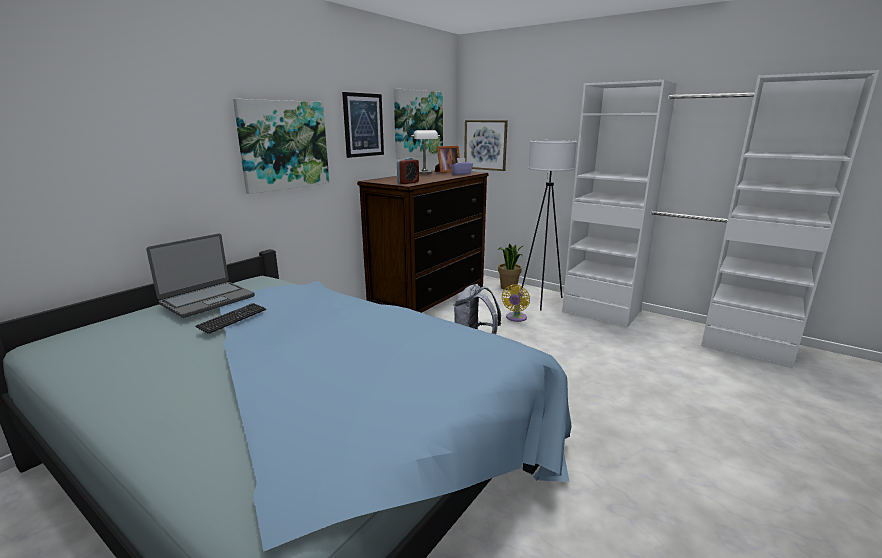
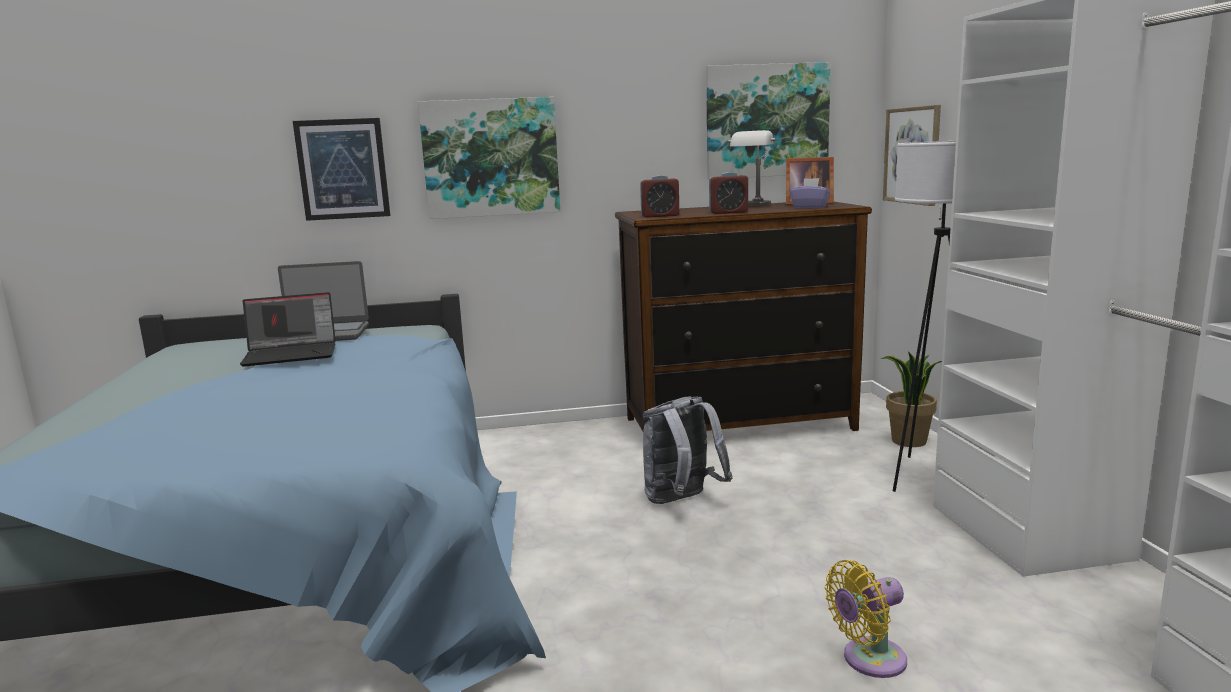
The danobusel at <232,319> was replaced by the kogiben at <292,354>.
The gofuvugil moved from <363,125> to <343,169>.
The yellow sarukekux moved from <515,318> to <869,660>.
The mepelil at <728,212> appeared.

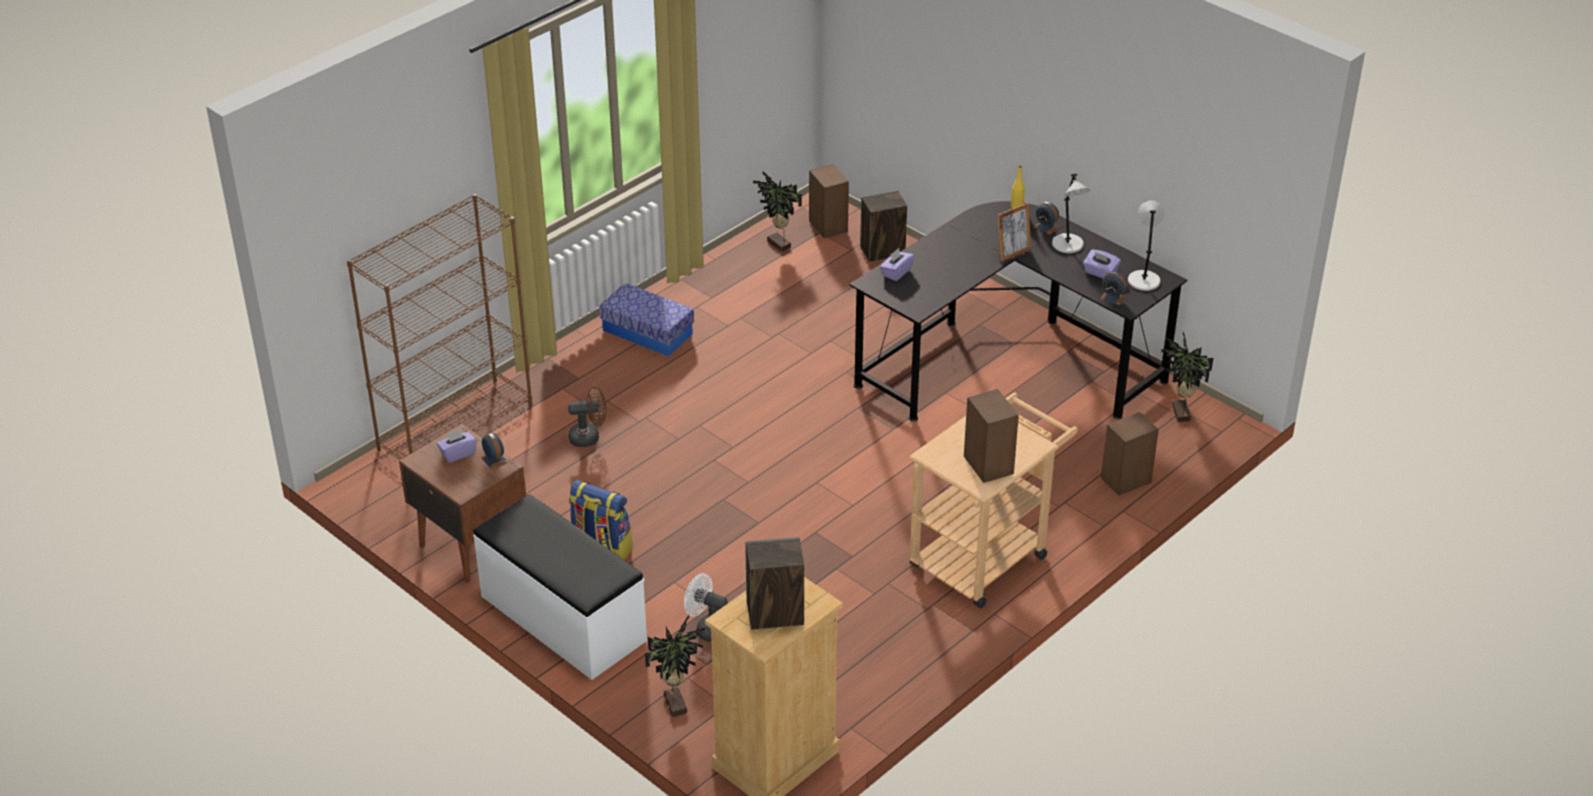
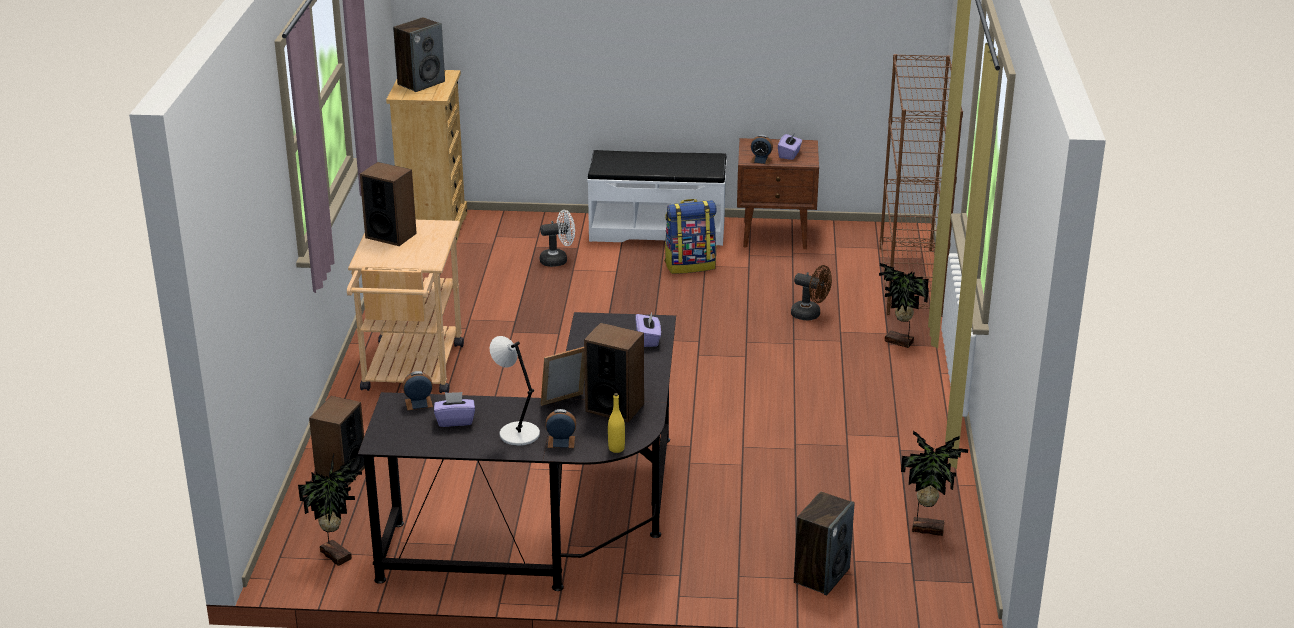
The brown sarukekux at <589,437> turned 105 degrees counterclockwise.
The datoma at <647,332> disappeared.
The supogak moved from <677,703> to <898,343>.
The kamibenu moved from <828,226> to <614,407>.
The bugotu at <1012,253> turned 45 degrees clockwise.
The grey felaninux at <1143,280> disappeared.

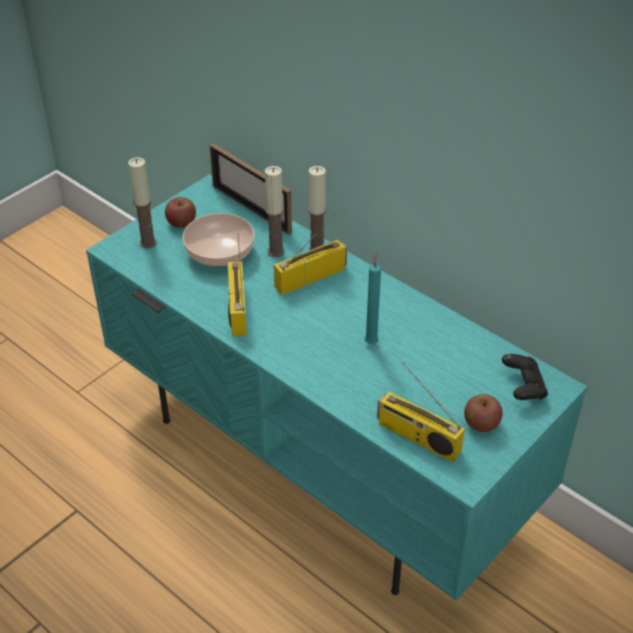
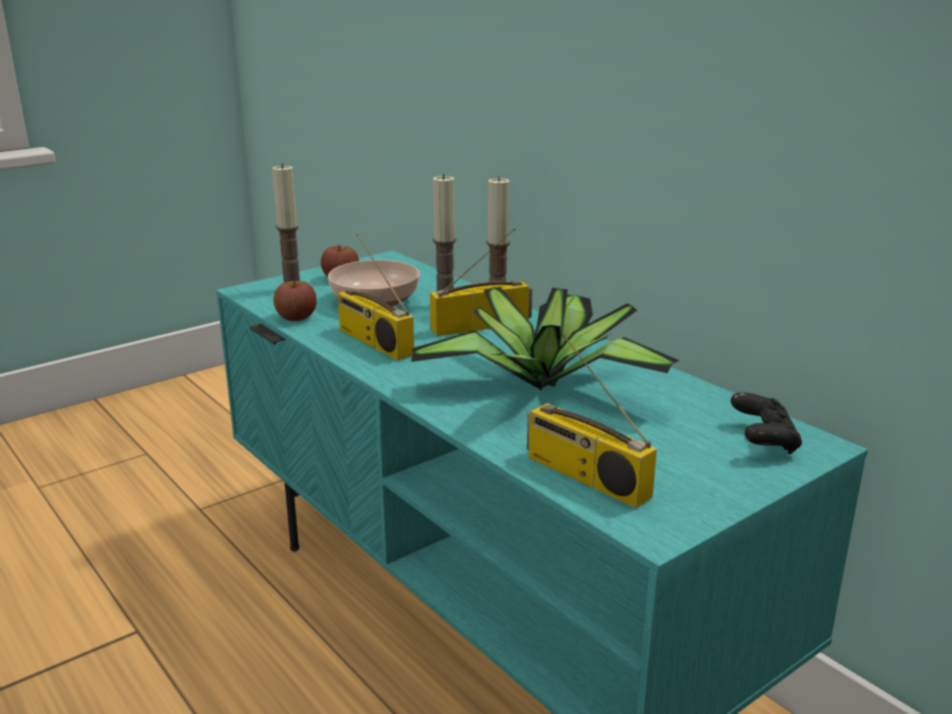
The bugotu at <251,209> disappeared.
The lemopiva at <236,308> turned 45 degrees counterclockwise.
The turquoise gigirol at <371,341> was replaced by the supogak at <544,382>.
The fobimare moved from <481,423> to <296,317>.

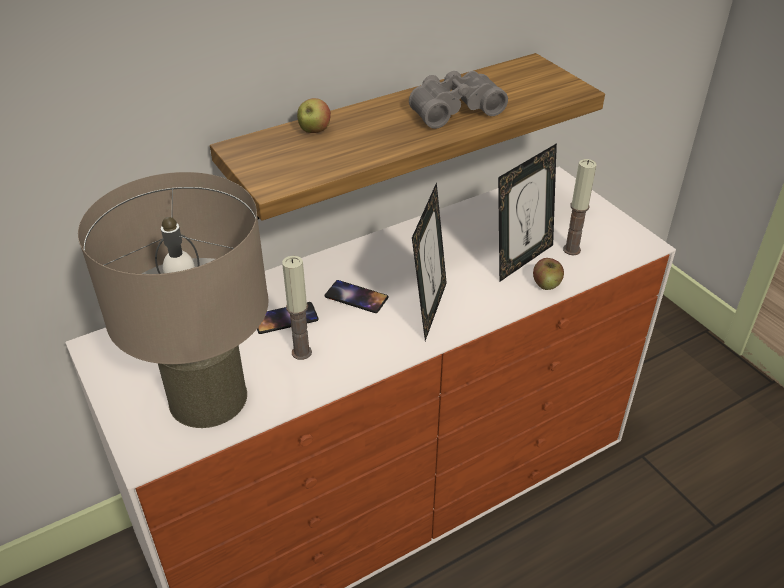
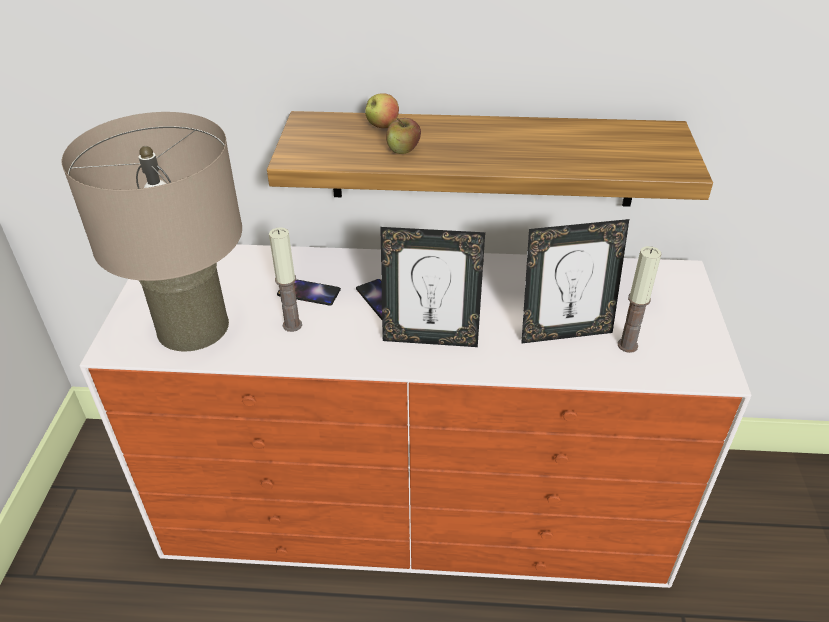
The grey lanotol at <453,109> disappeared.
The bugotu at <428,309> turned 45 degrees clockwise.
The fobimare moved from <546,284> to <403,149>.

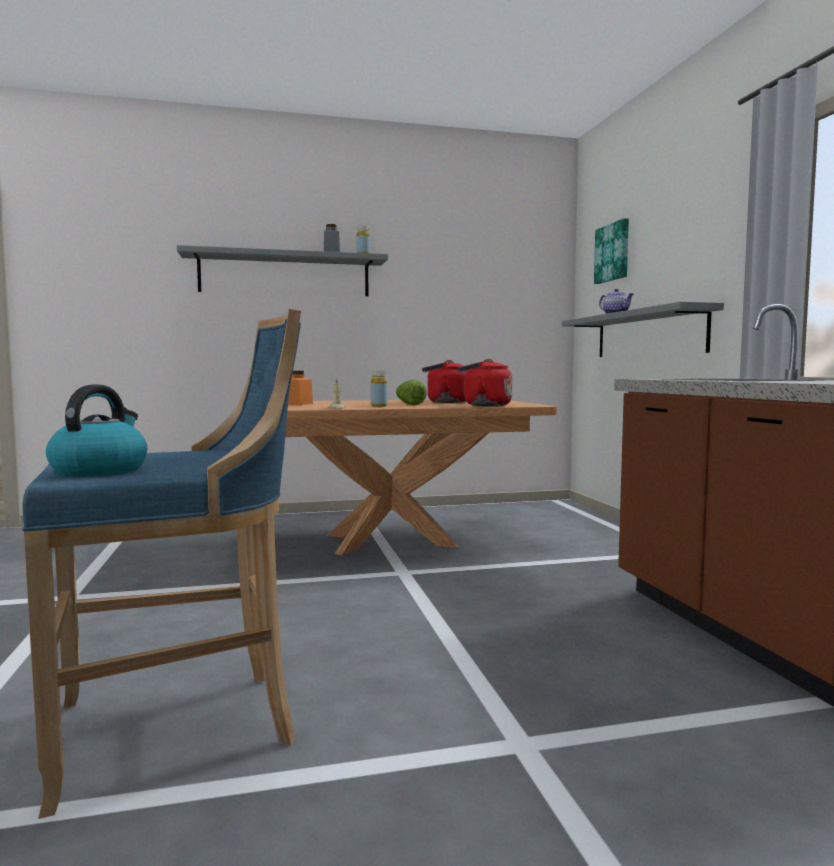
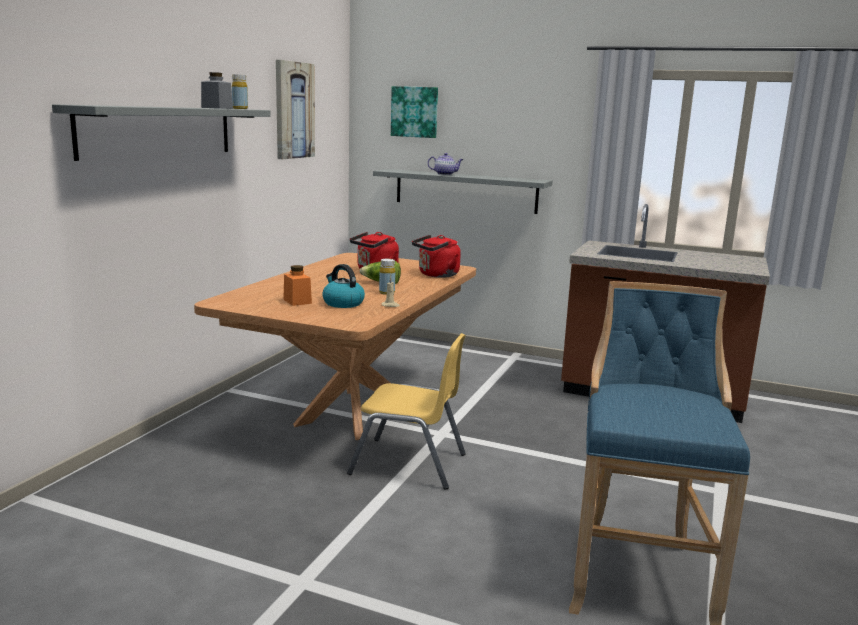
The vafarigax moved from <100,471> to <342,303>.
The gofuvugil at <293,110> appeared.
The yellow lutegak at <409,464> appeared.

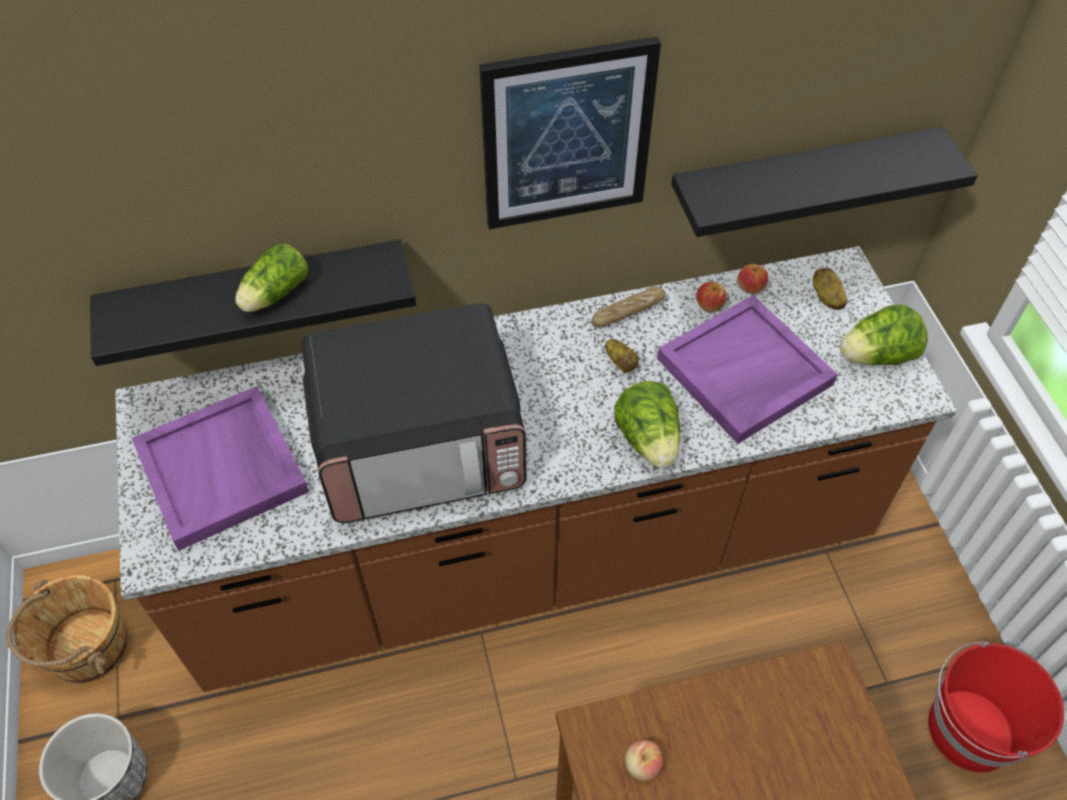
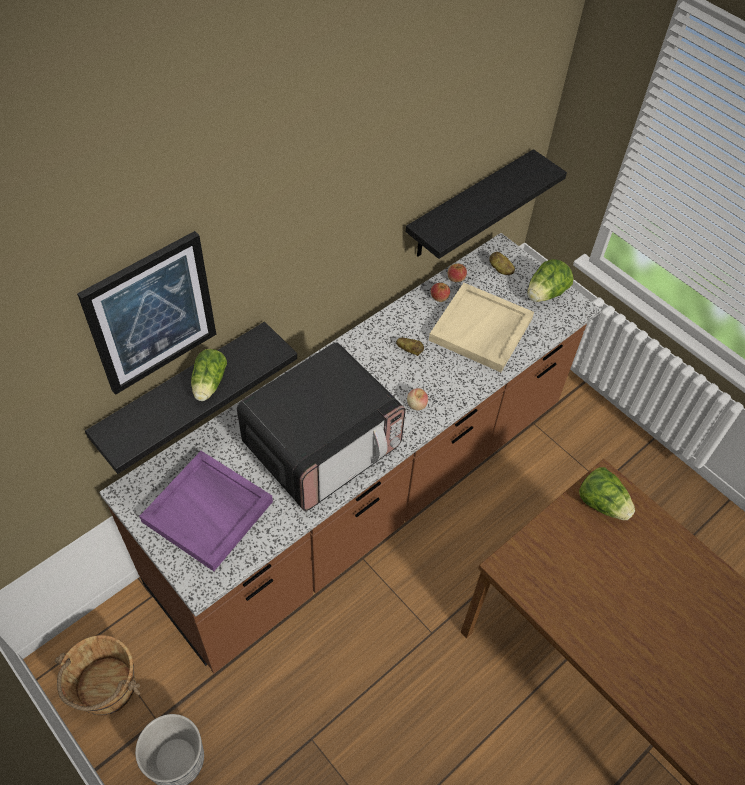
The gofuvugil moved from <566,135> to <151,313>.
The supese at <628,311> disappeared.
The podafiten moved from <648,440> to <602,504>.
The fobimare moved from <642,765> to <416,405>.
The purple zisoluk at <744,373> became the beige zisoluk at <481,330>.
The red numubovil at <968,730> disappeared.

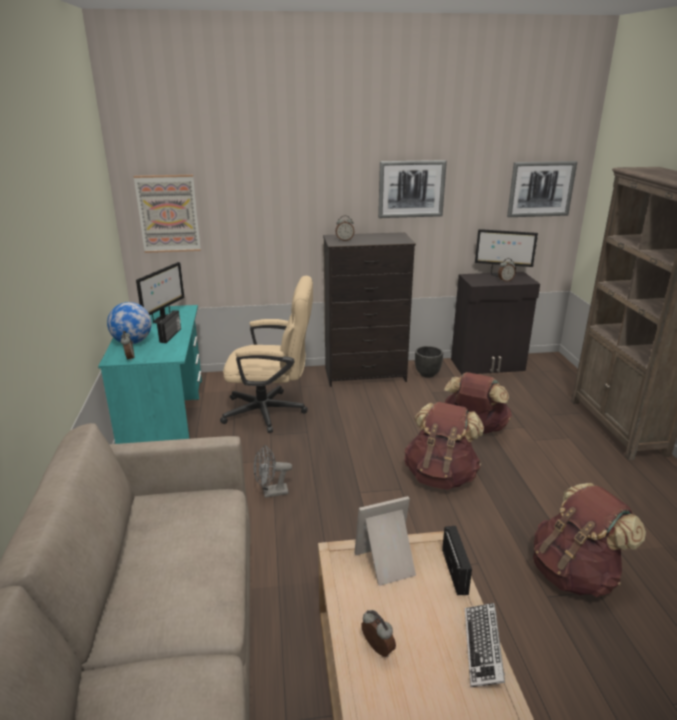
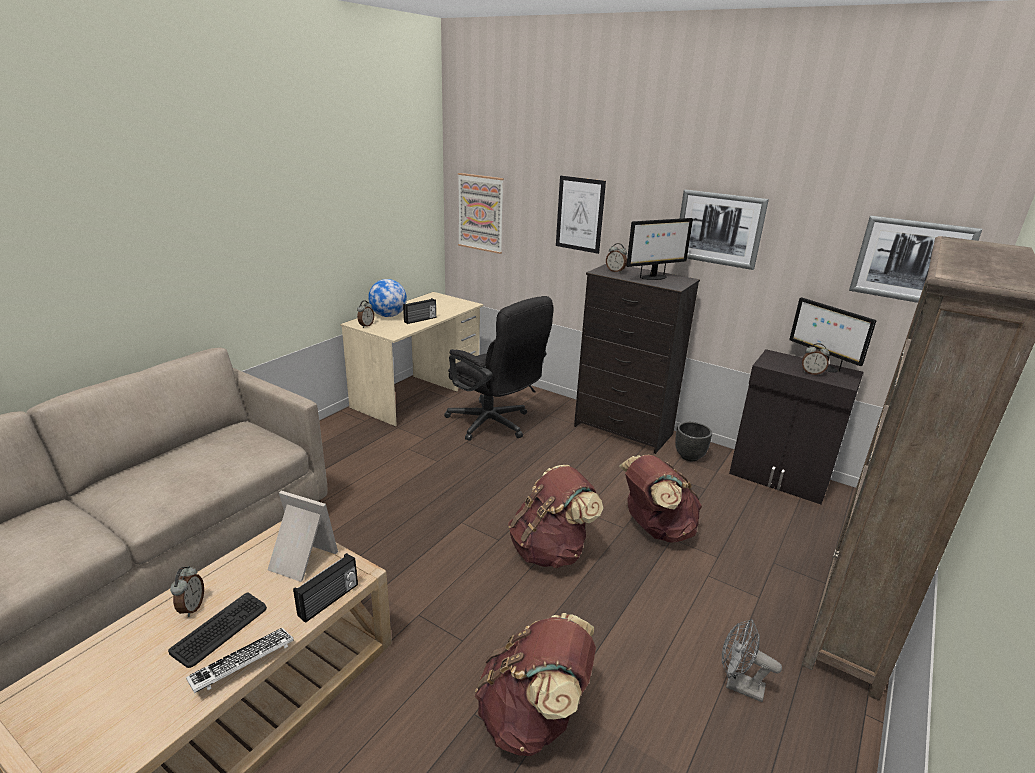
The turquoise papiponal at <164,415> became the beige papiponal at <418,393>.
The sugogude moved from <164,319> to <653,277>.
The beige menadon at <272,412> became the black menadon at <494,425>.
The grey sarukekux moved from <271,493> to <738,685>.
The danobusel at <220,630> appeared.
The gofuvugil at <580,214> appeared.

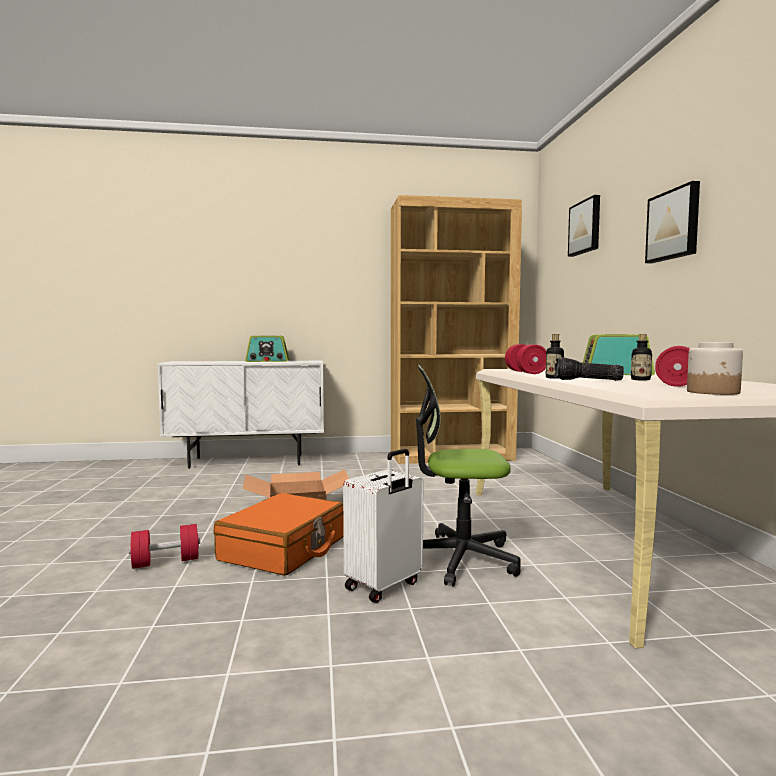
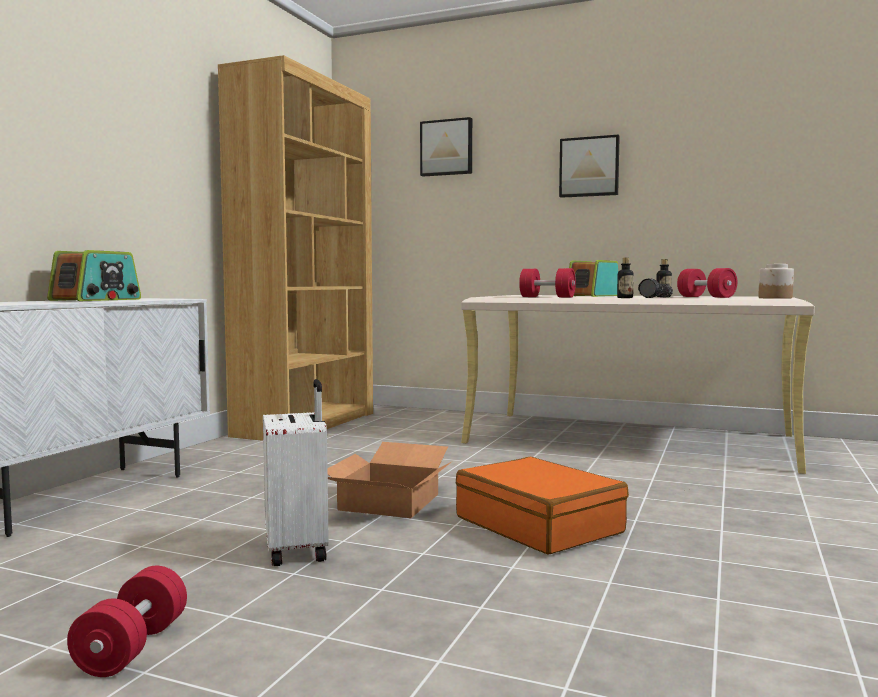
The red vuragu moved from <165,562> to <132,647>.
The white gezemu moved from <384,586> to <298,550>.
The menadon at <459,558> disappeared.

